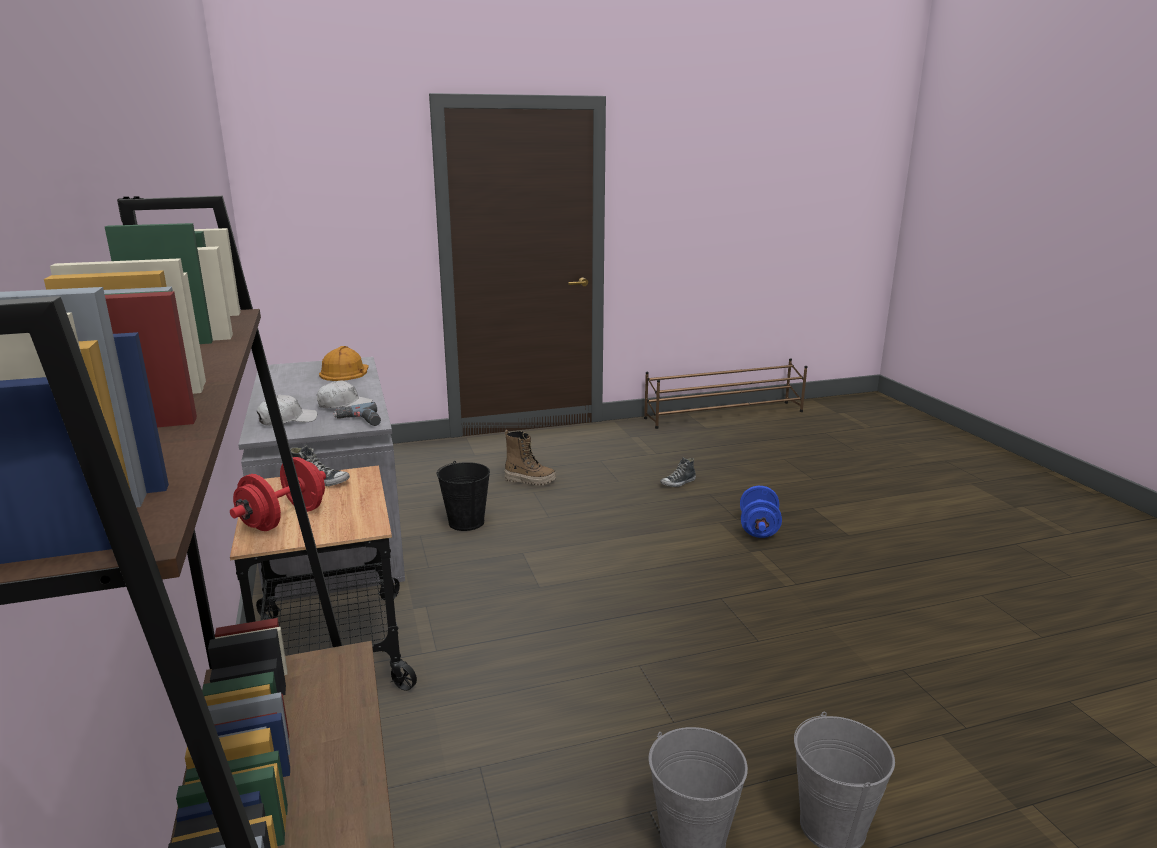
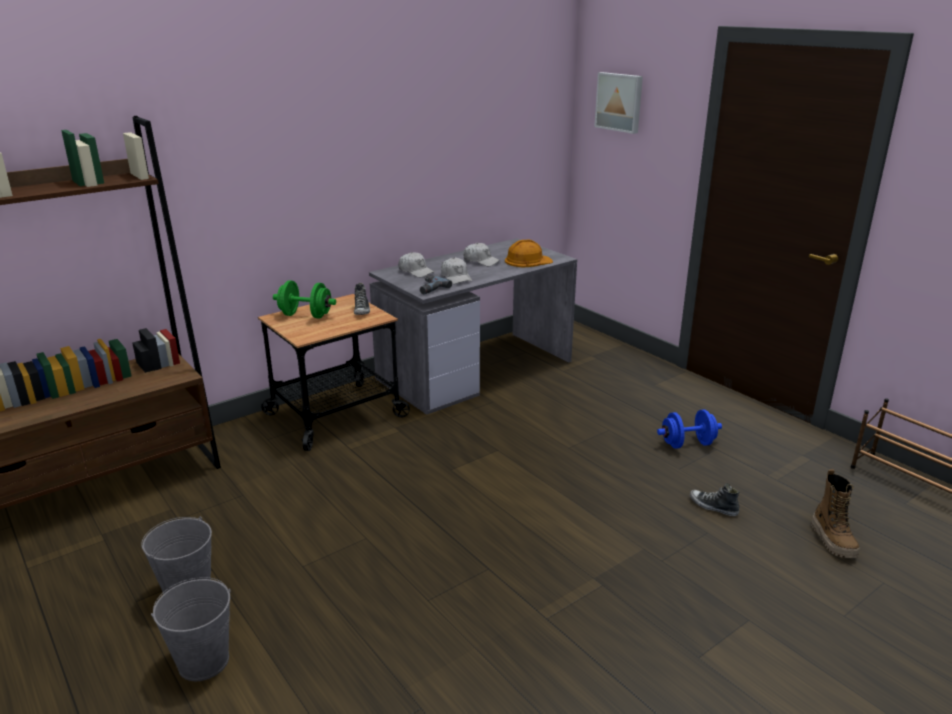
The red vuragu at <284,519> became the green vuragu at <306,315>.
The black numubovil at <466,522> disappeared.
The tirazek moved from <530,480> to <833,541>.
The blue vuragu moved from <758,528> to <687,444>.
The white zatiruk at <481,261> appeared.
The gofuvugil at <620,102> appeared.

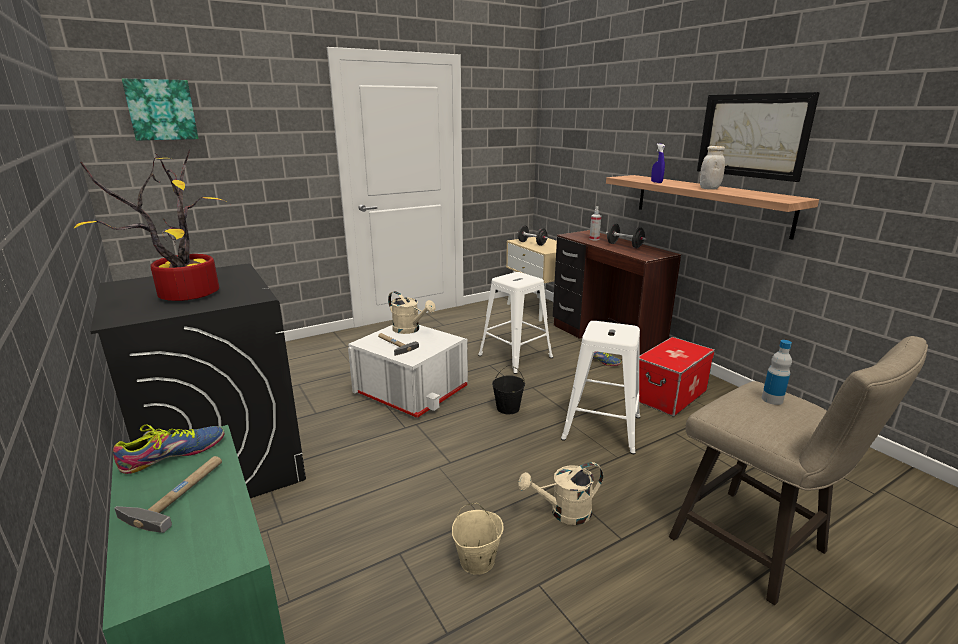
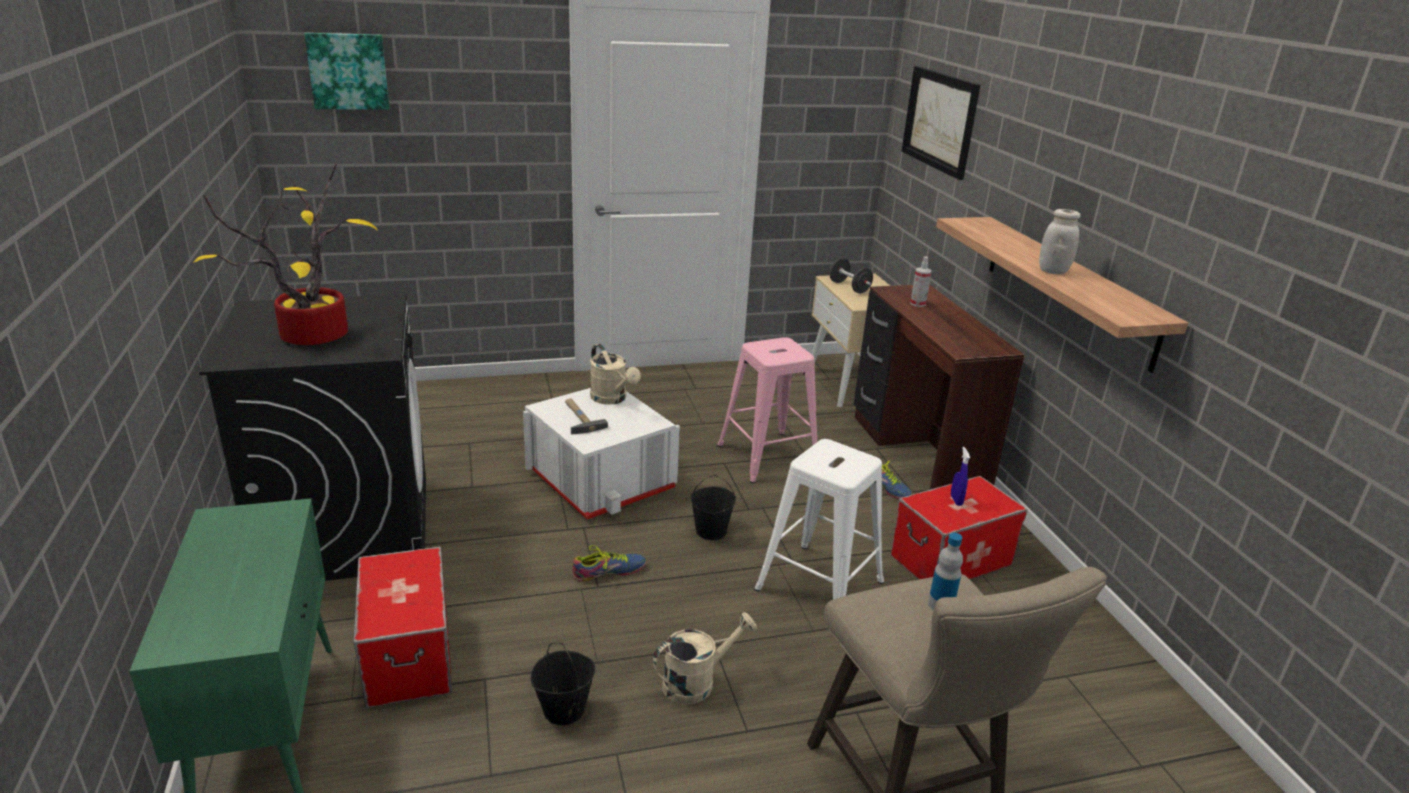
The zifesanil moved from <173,454> to <608,571>.
The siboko at <179,493> disappeared.
The beige numubovil at <477,561> became the black numubovil at <563,710>.
The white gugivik at <515,356> became the pink gugivik at <768,455>.
The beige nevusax at <563,513> turned 150 degrees clockwise.
The black vuragu at <624,245> disappeared.
The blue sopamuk moved from <656,182> to <956,500>.
The gofuvugil moved from <752,135> to <940,120>.
The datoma at <409,655> appeared.

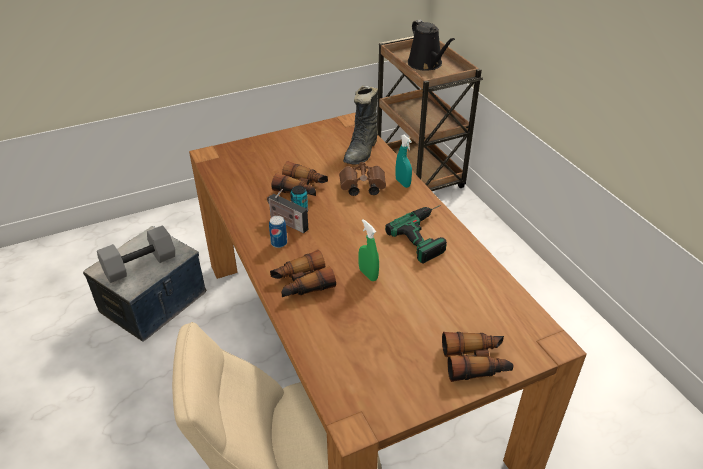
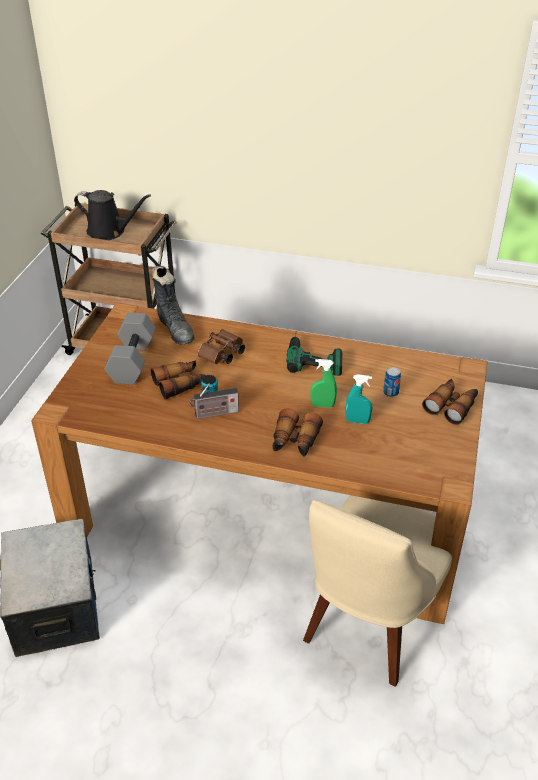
The grey vuragu moved from <140,264> to <131,360>.
The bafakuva moved from <279,243> to <390,393>.
The turquoise sopamuk moved from <402,183> to <357,421>.

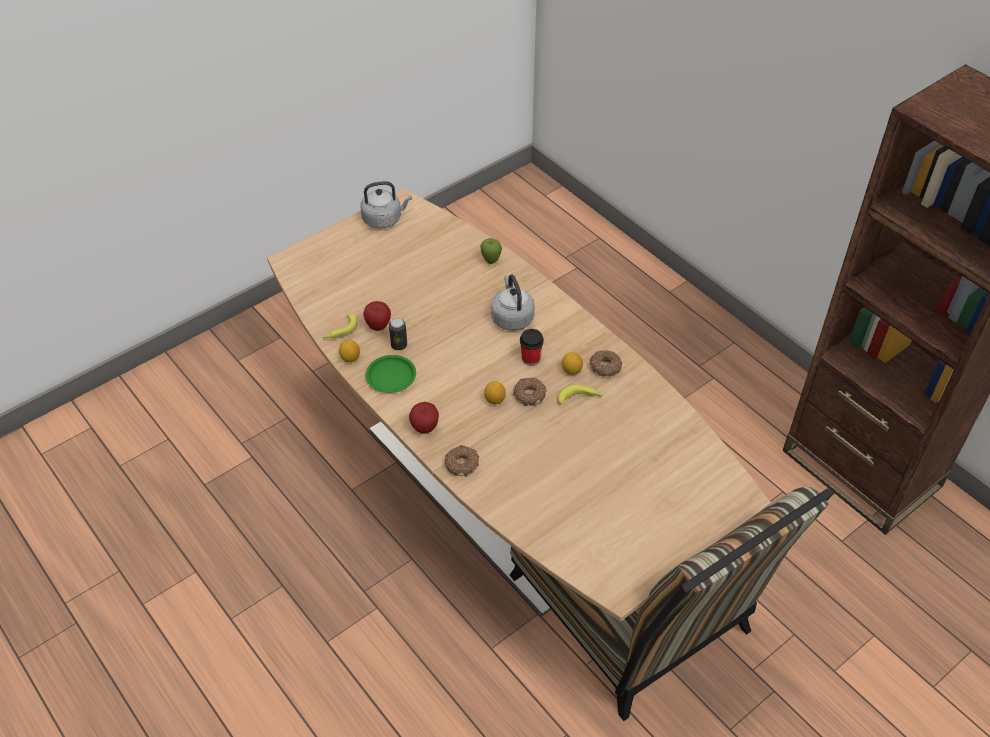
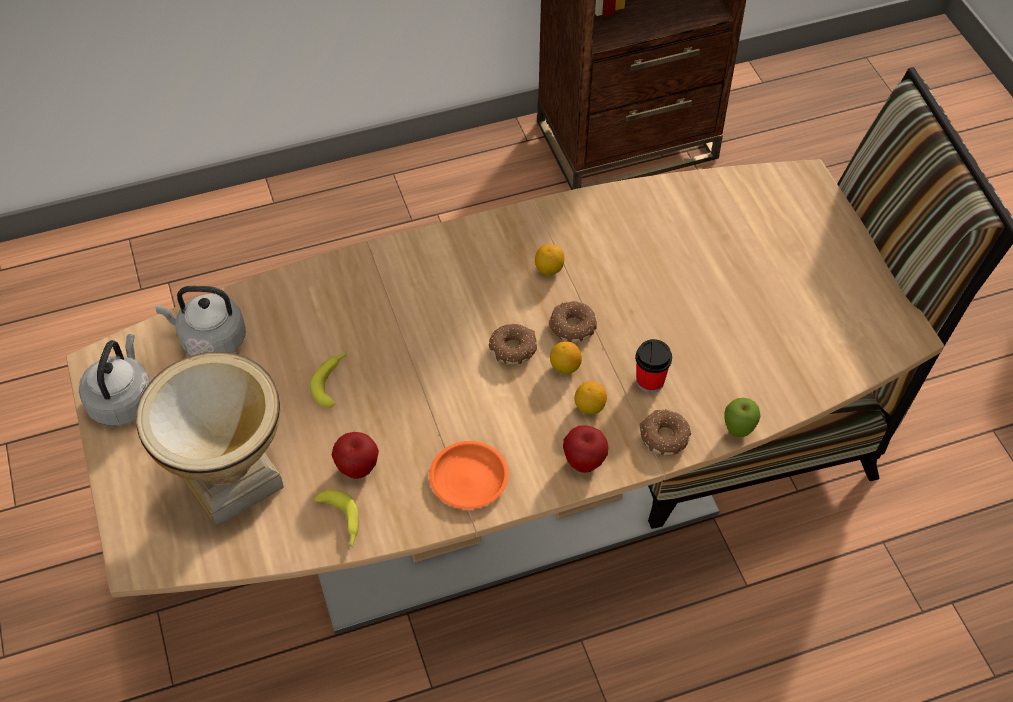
The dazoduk moved from <350,358> to <589,407>.
The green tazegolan at <391,377> became the orange tazegolan at <469,478>.
The bafakuva at <399,345> disappeared.
The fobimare moved from <491,261> to <738,432>.
The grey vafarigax moved from <511,317> to <210,340>.
The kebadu moved from <531,359> to <650,381>.
The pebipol moved from <580,398> to <333,381>.
The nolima moved from <606,367> to <514,348>.
The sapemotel at <230,481> appeared.

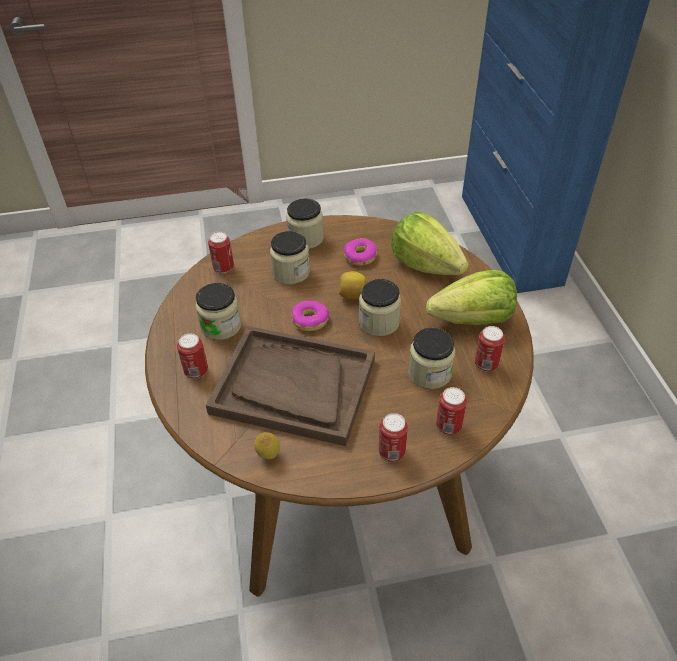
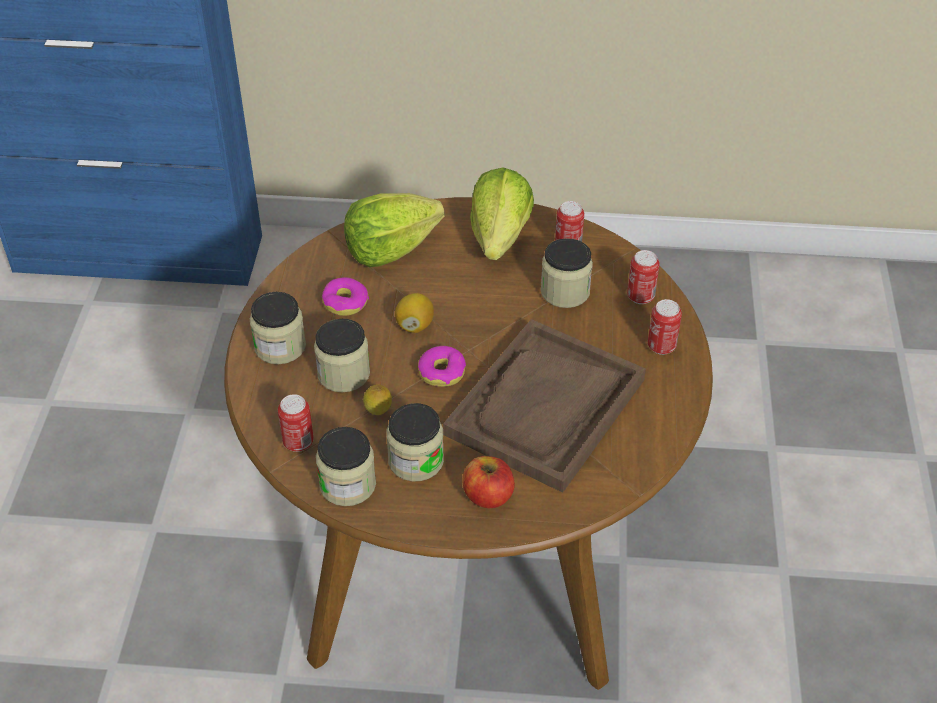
The bafakuva at <196,371> was replaced by the fobimare at <488,496>.
The dazoduk moved from <268,456> to <378,413>.
The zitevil moved from <379,322> to <347,484>.

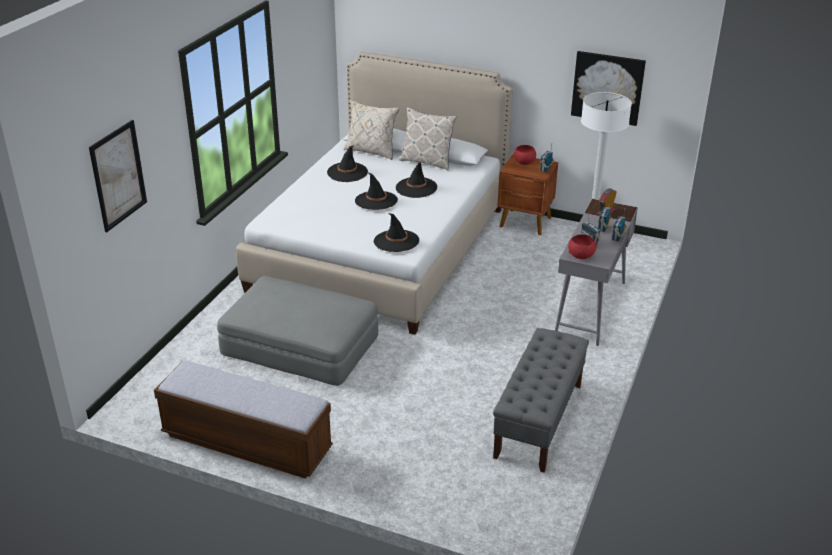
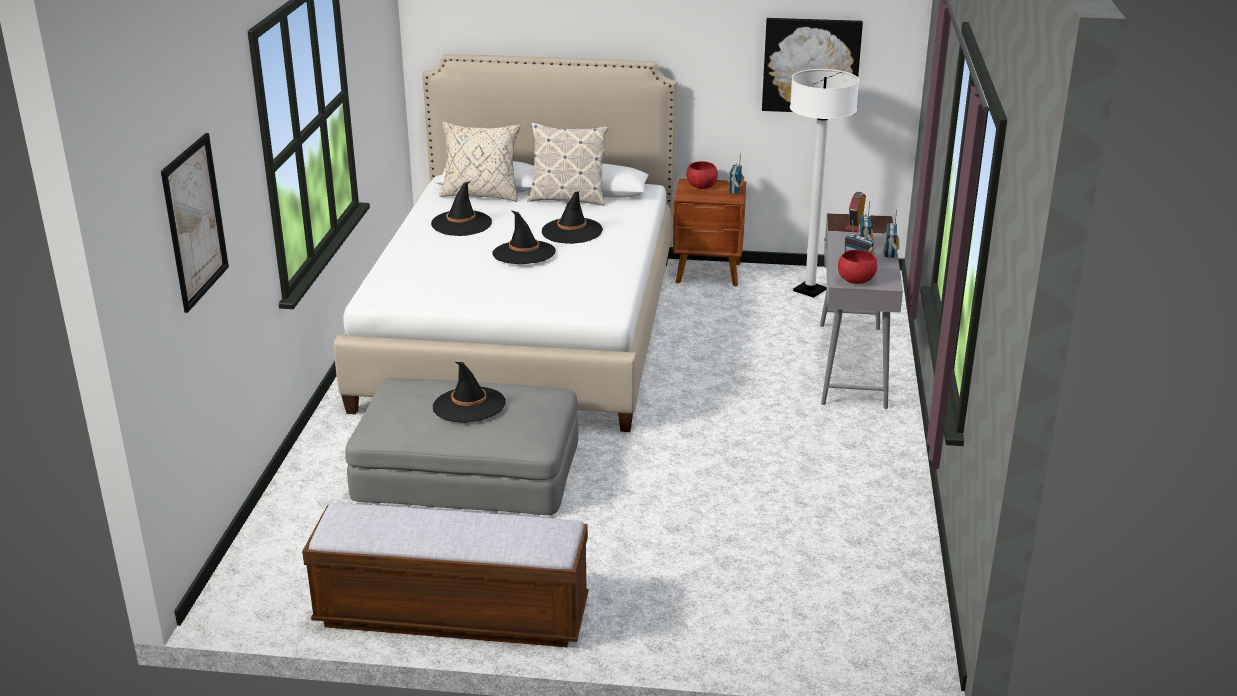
The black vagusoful moved from <396,241> to <469,405>.
The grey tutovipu at <539,421> disappeared.

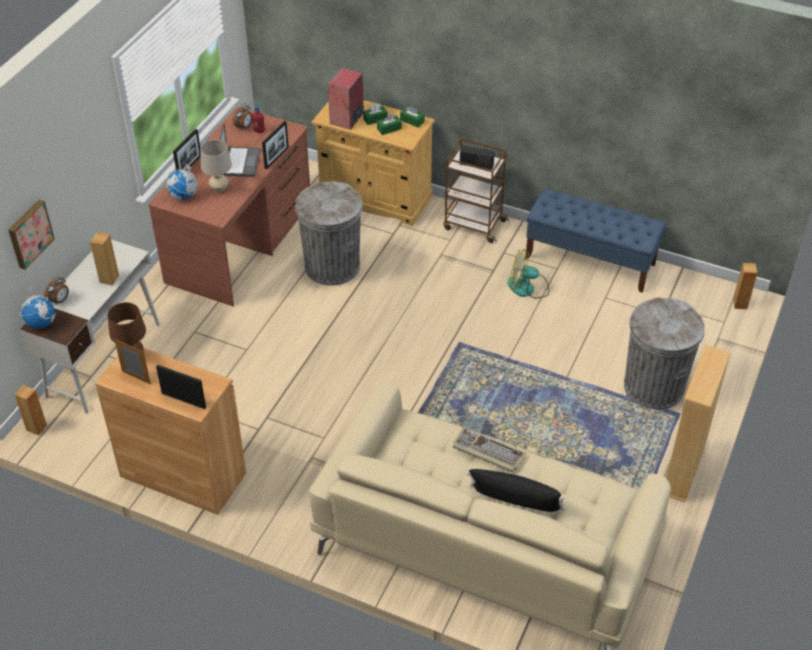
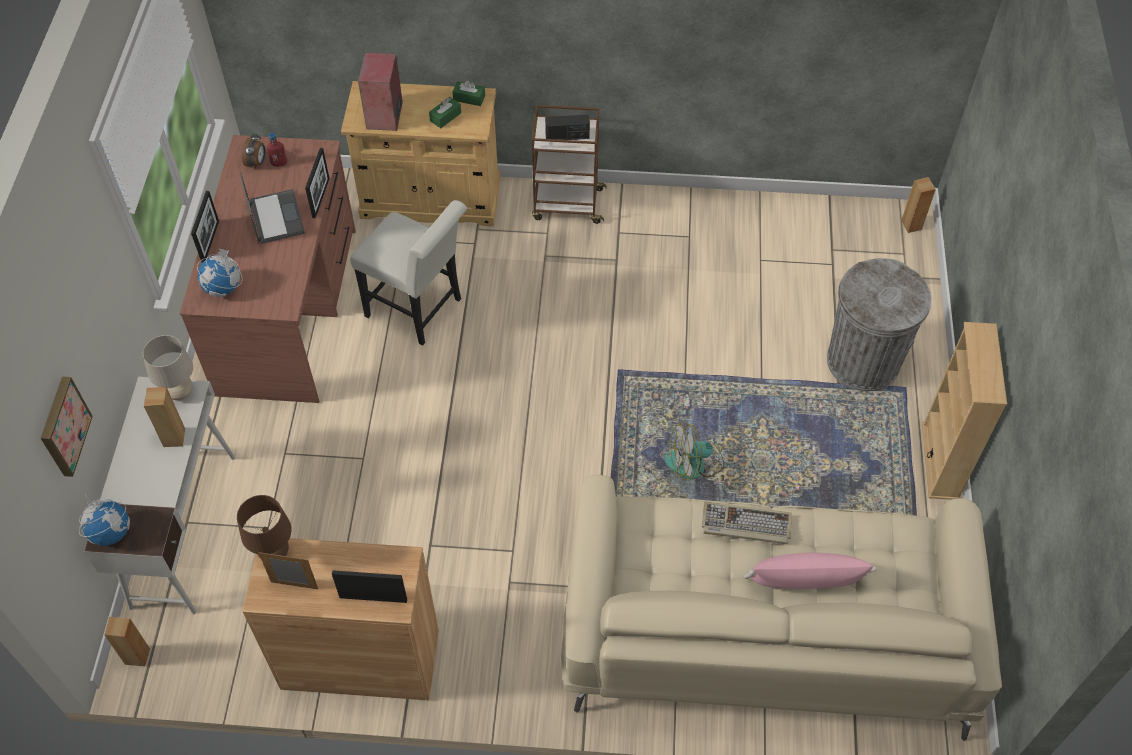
The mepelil at <60,300> disappeared.
The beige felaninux moved from <219,188> to <180,393>.
The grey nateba at <332,266> was replaced by the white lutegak at <419,310>.
The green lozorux at <375,119> disappeared.
The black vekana at <515,500> became the pink vekana at <805,580>.
The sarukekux moved from <527,288> to <694,463>.
The blue tutovipu at <590,261> disappeared.

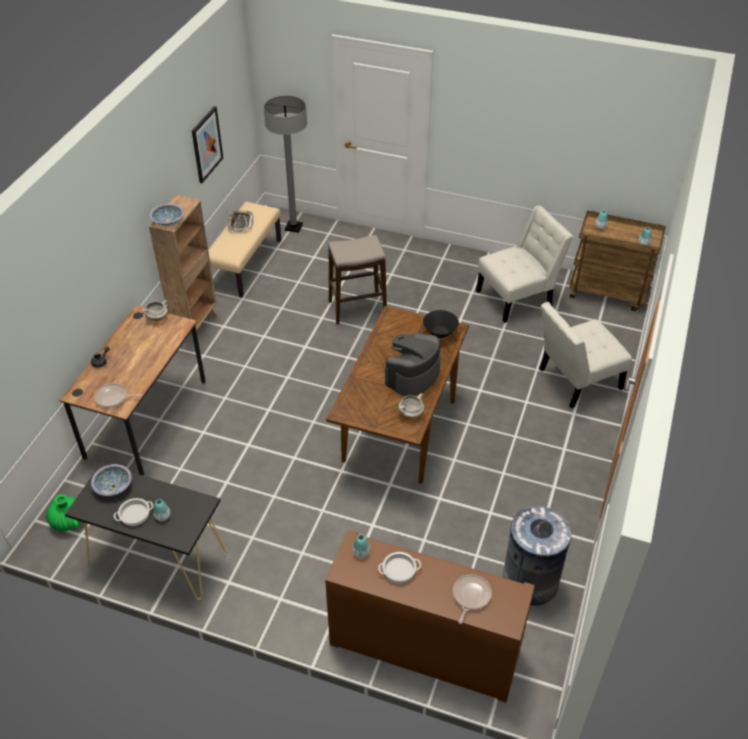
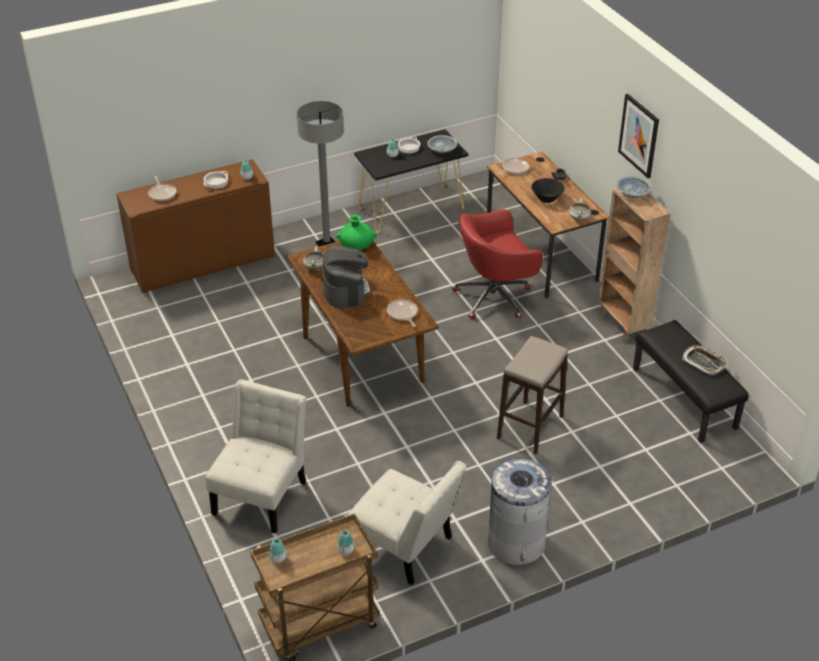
The green sapemotel moved from <68,521> to <356,246>.
The gofuvugil moved from <206,144> to <639,135>.
The beige tutovipu at <245,264> became the black tutovipu at <685,398>.
The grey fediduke moved from <293,227> to <326,244>.
The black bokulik moved from <440,333> to <547,199>.
The white lutegak at <518,297> turned 75 degrees counterclockwise.
The grey nateba moved from <529,581> to <516,542>.
The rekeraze at <402,313> appeared.
The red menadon at <495,297> appeared.

